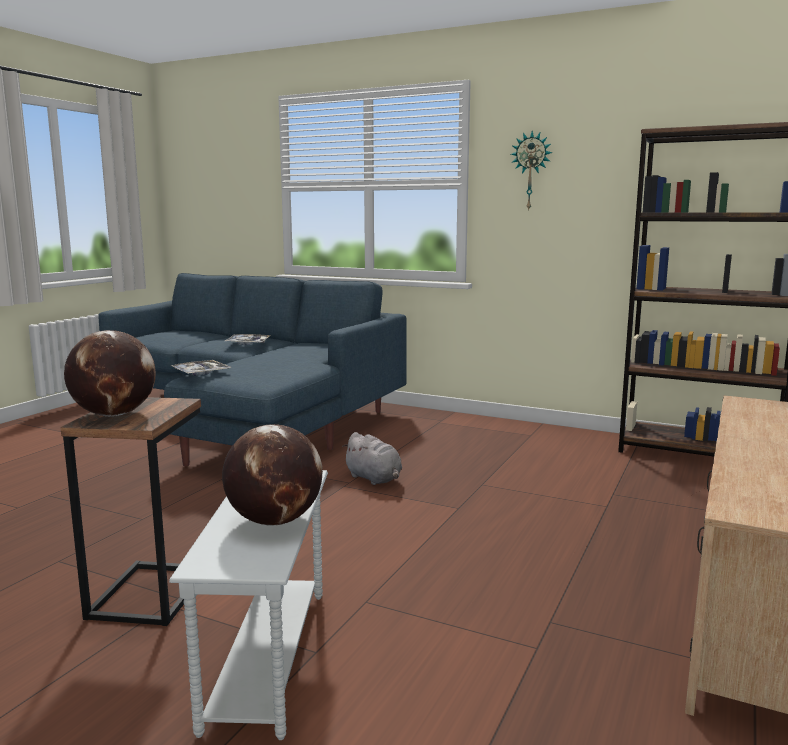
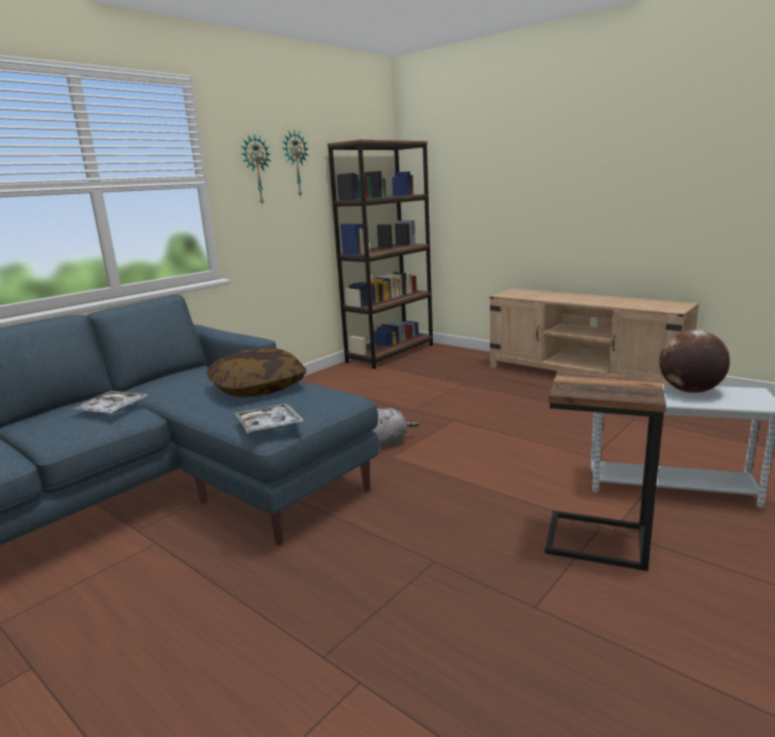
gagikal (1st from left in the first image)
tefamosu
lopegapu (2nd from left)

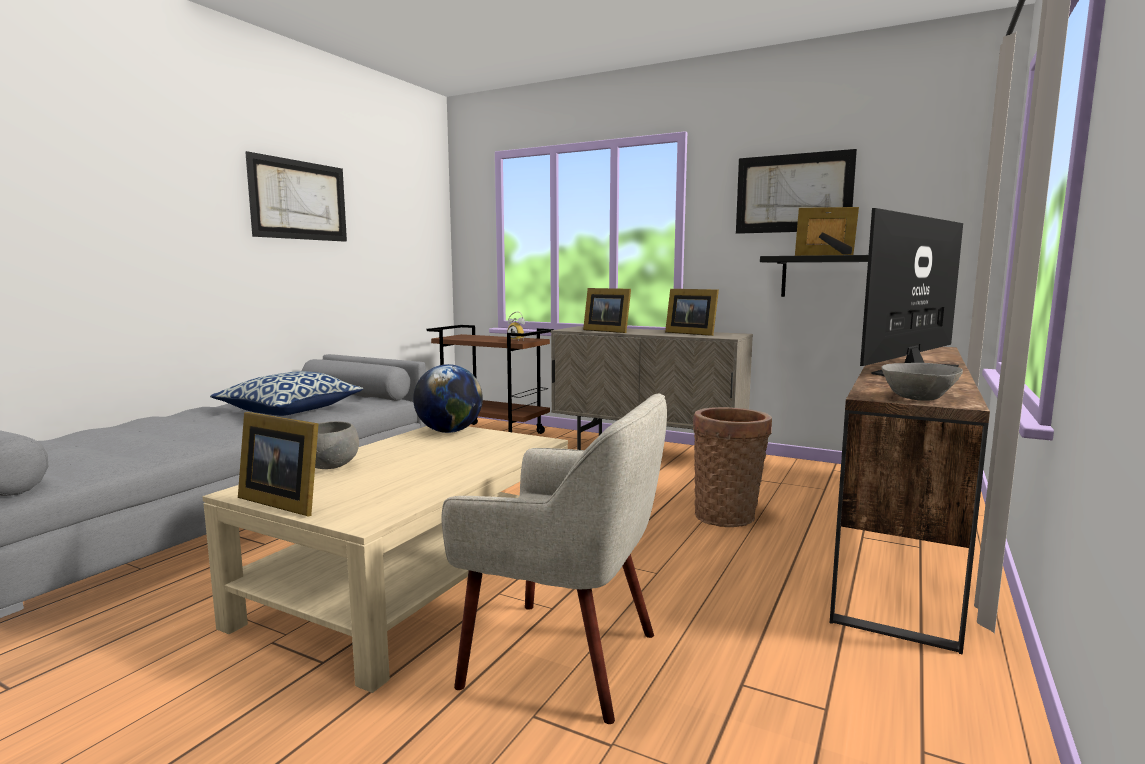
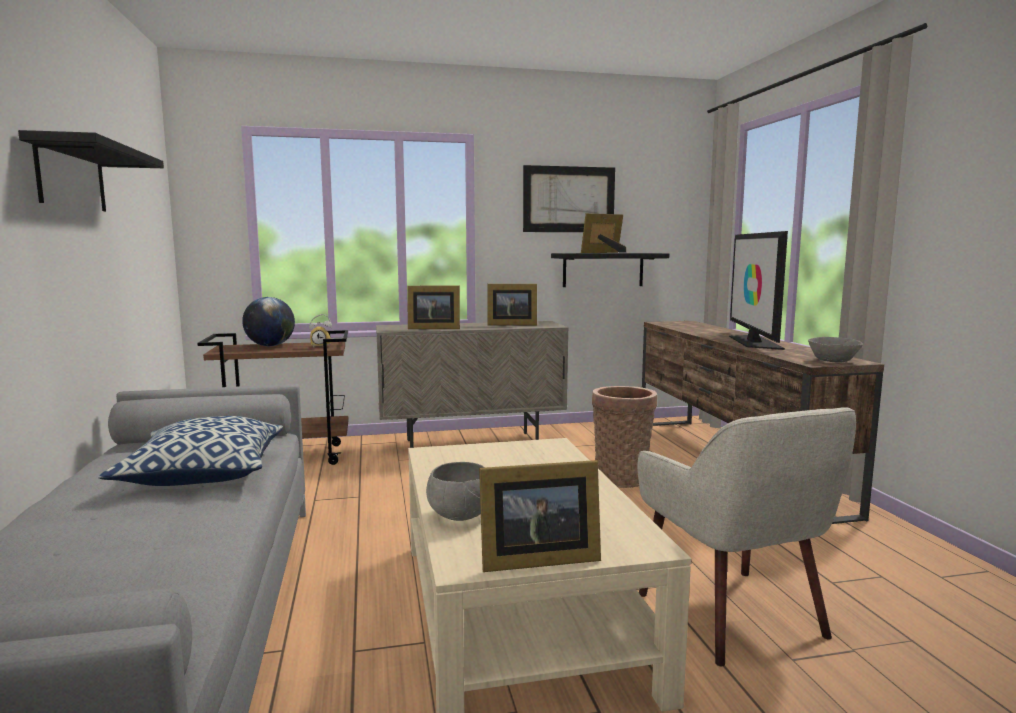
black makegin (1st from left)
gagikal
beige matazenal

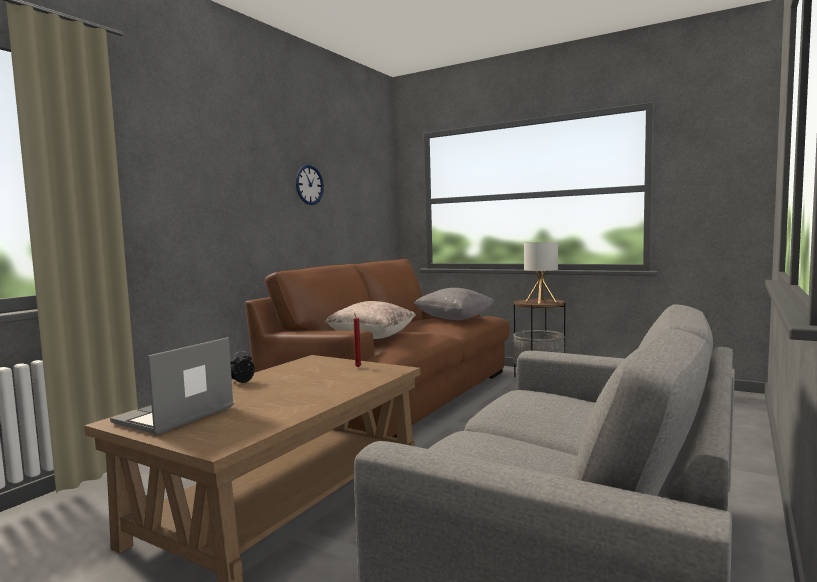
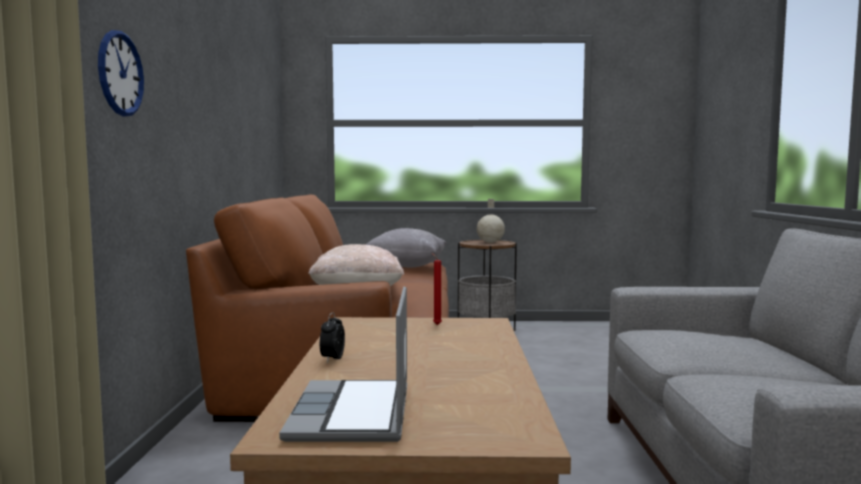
lopegapu
gagikal

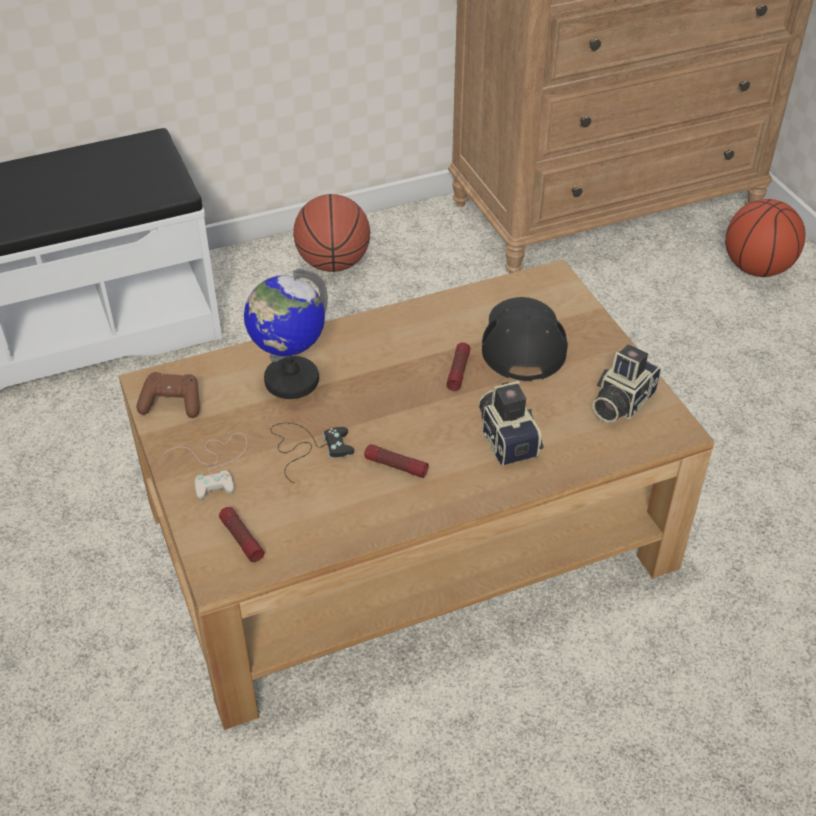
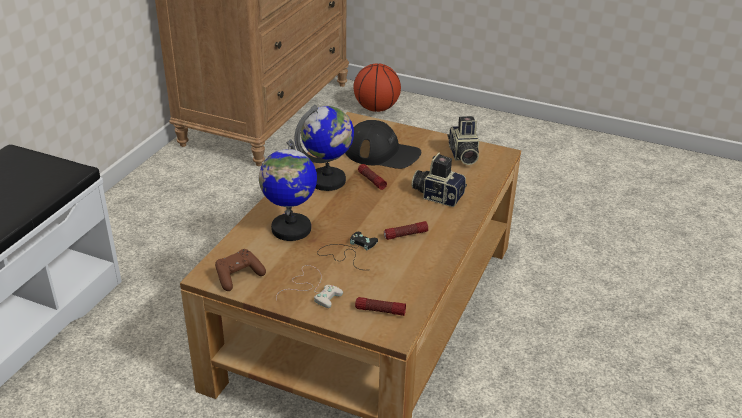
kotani (1st from left in the first image)
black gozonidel
gagikal (2nd from left)

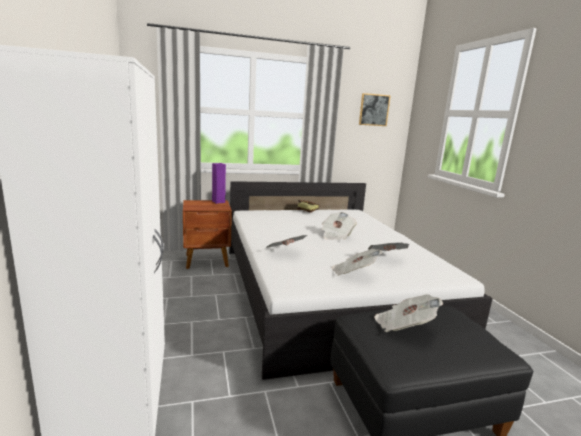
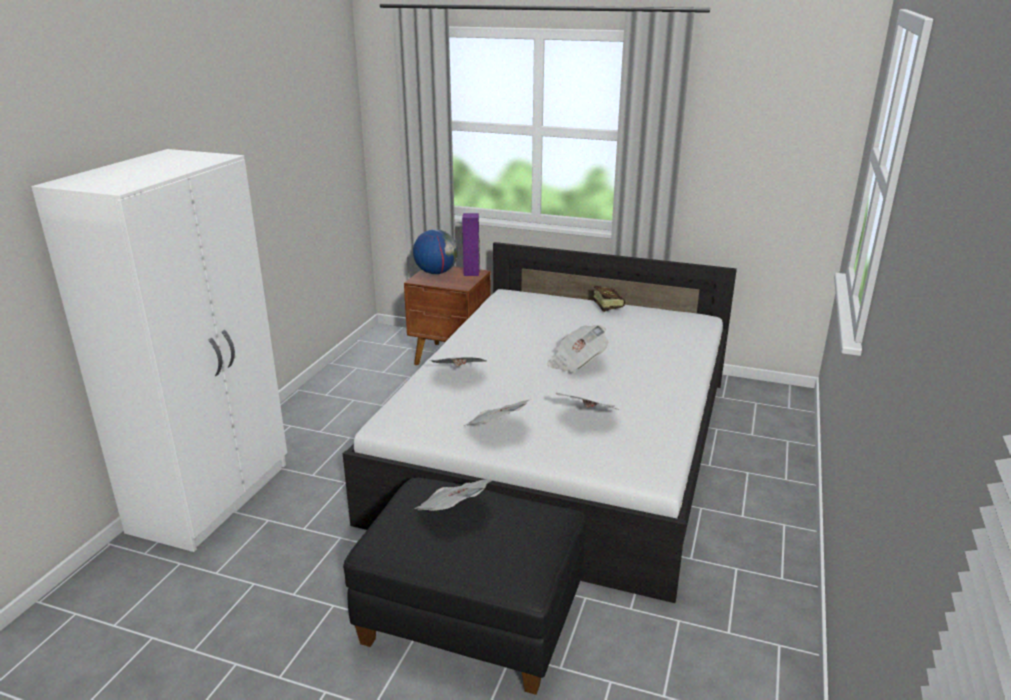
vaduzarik
gagikal

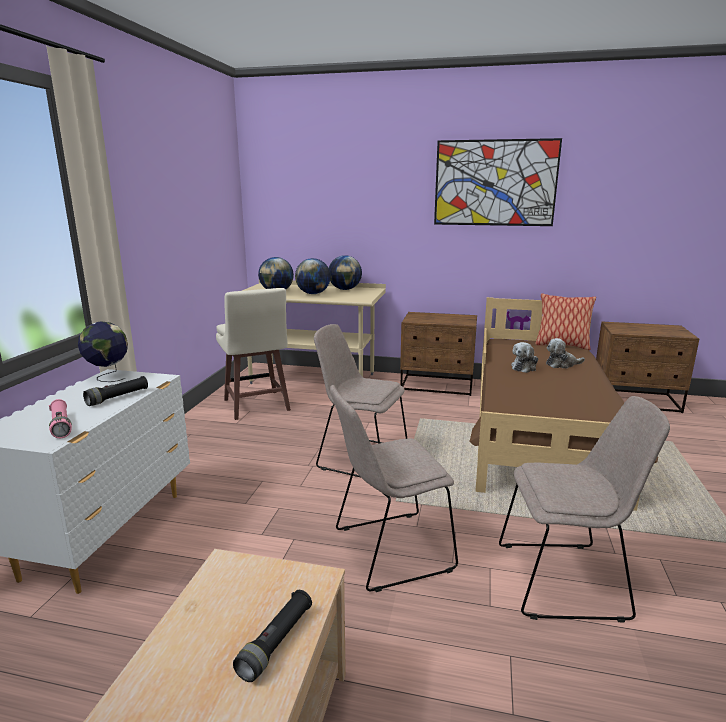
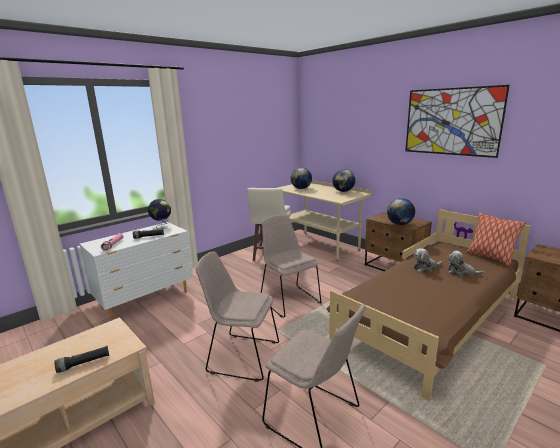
gagikal (4th from left)

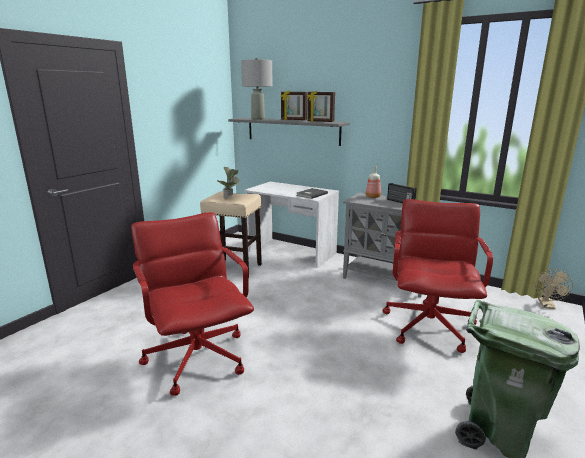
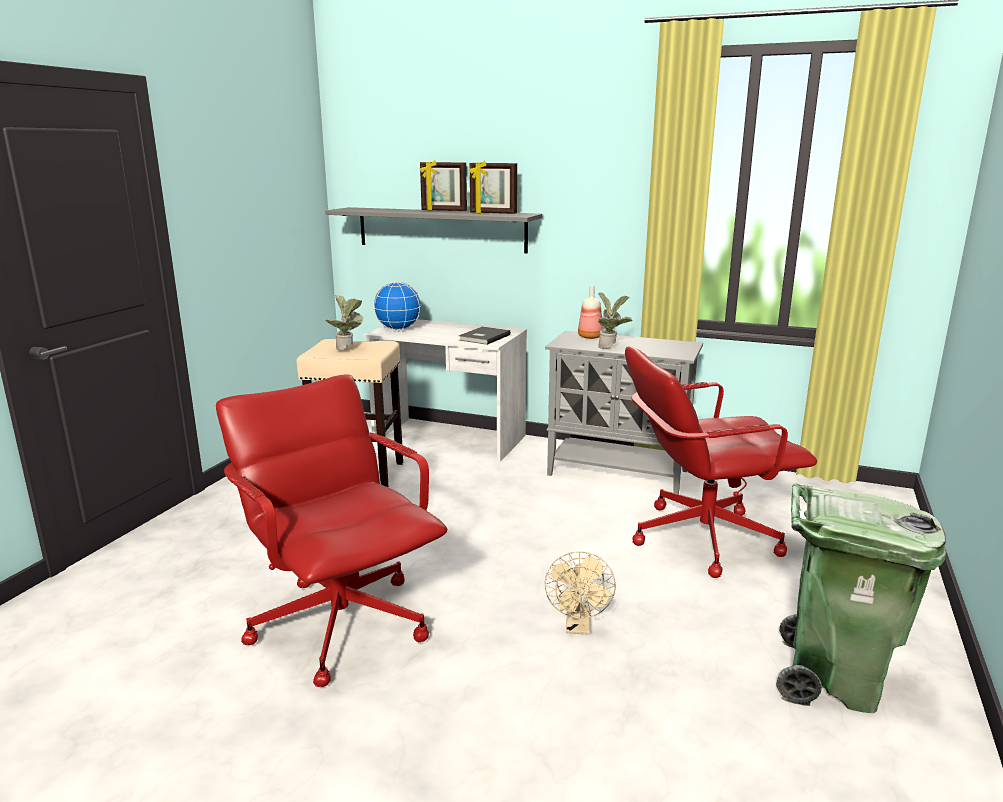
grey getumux
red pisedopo (2nd from left)
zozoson
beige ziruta
gagikal
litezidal (2nd from left)

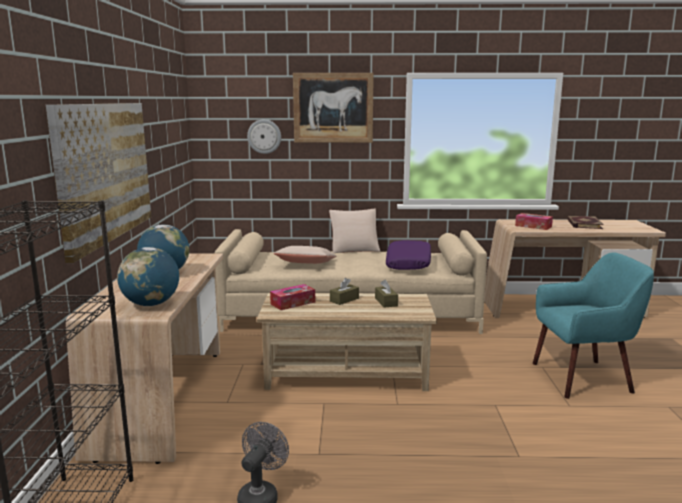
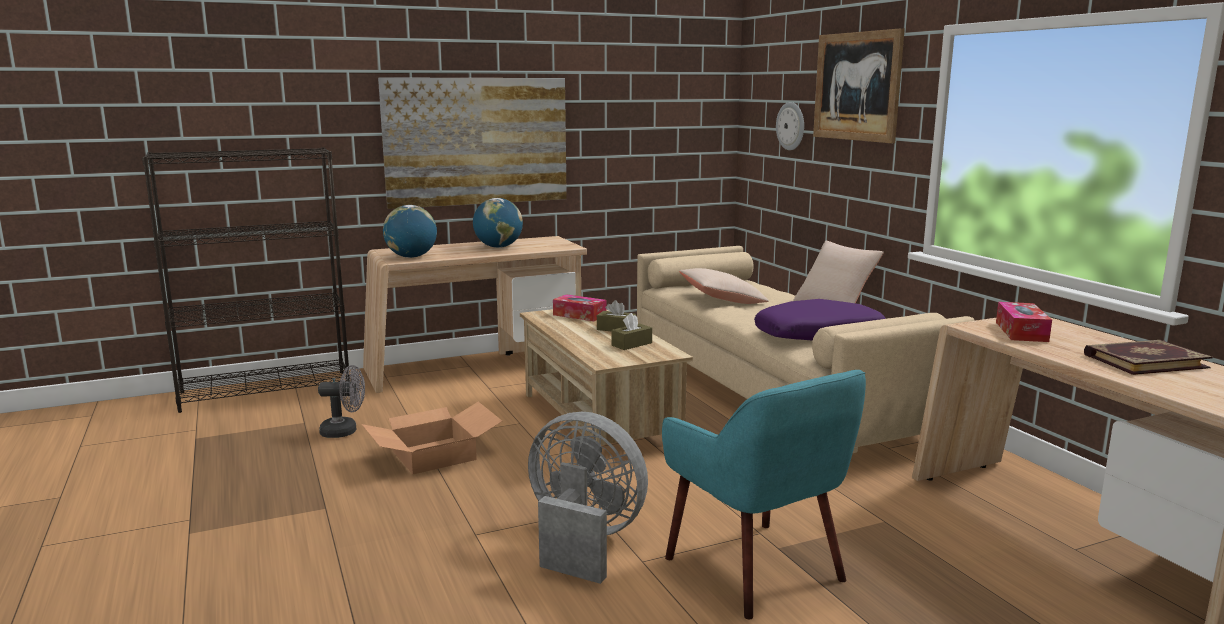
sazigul
grey ziruta (2nd from left)

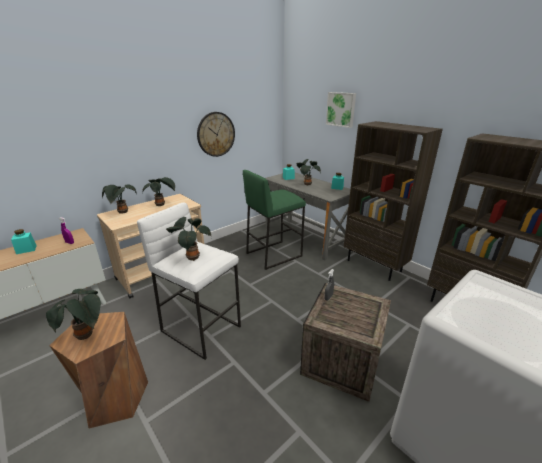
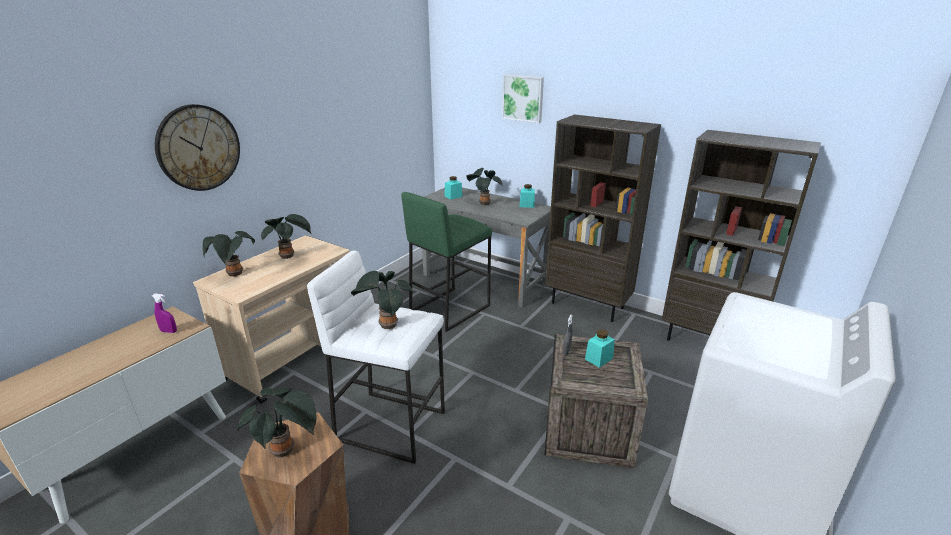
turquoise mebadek (3rd from left)
lopegapu

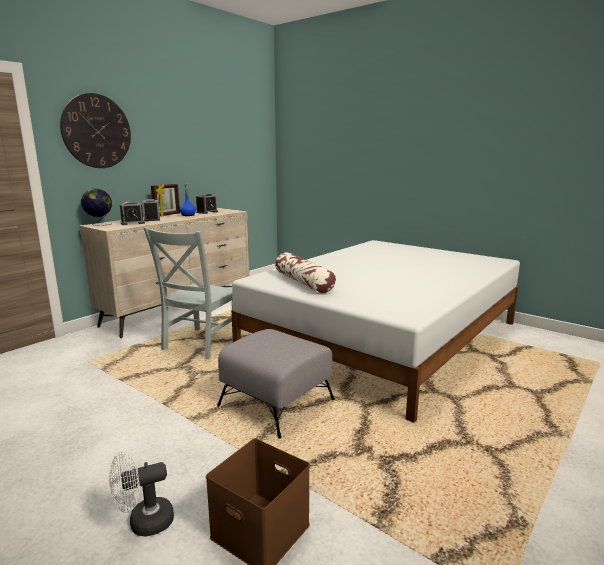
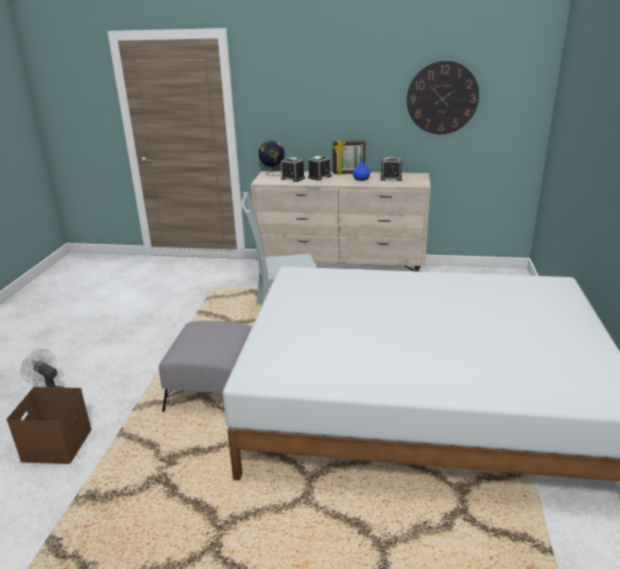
lopegapu
tefamosu

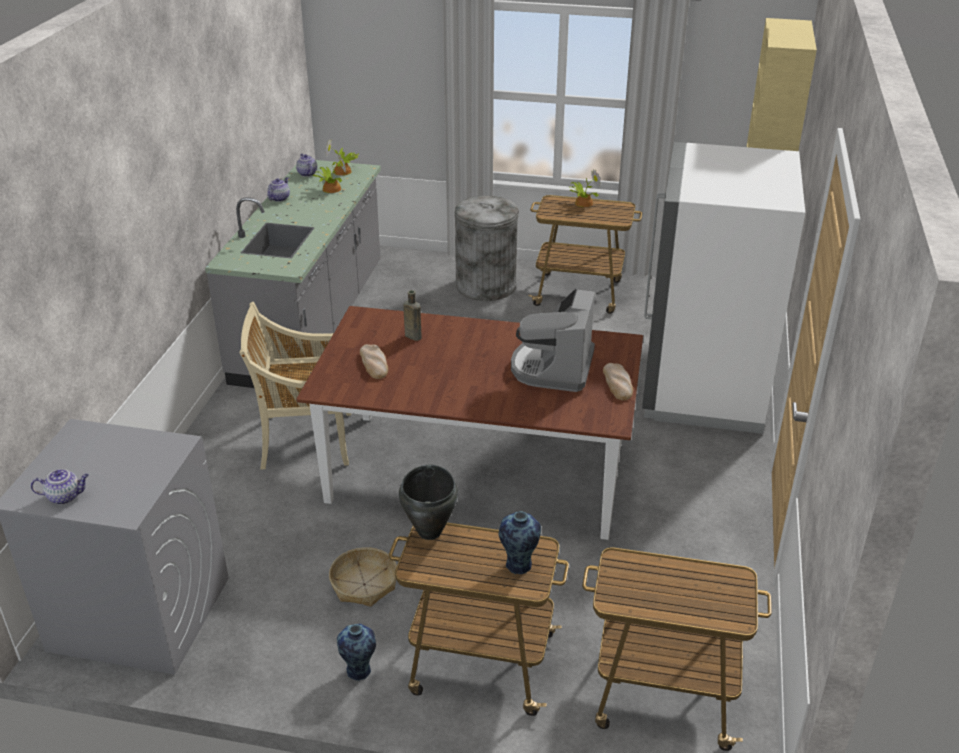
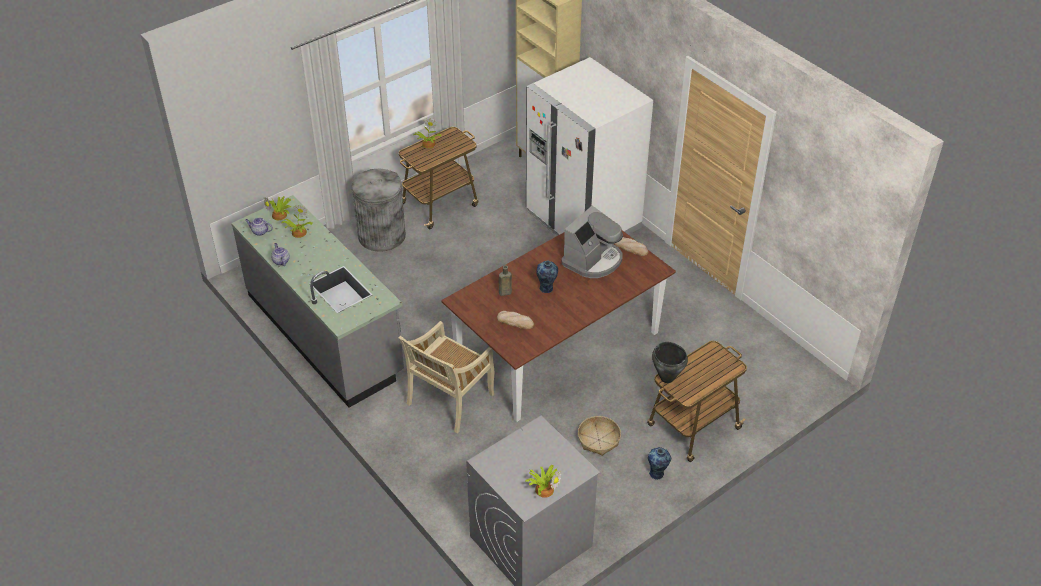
litezidal (4th from left)
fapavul (1st from left)
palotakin
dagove (3rd from left in the first image)

